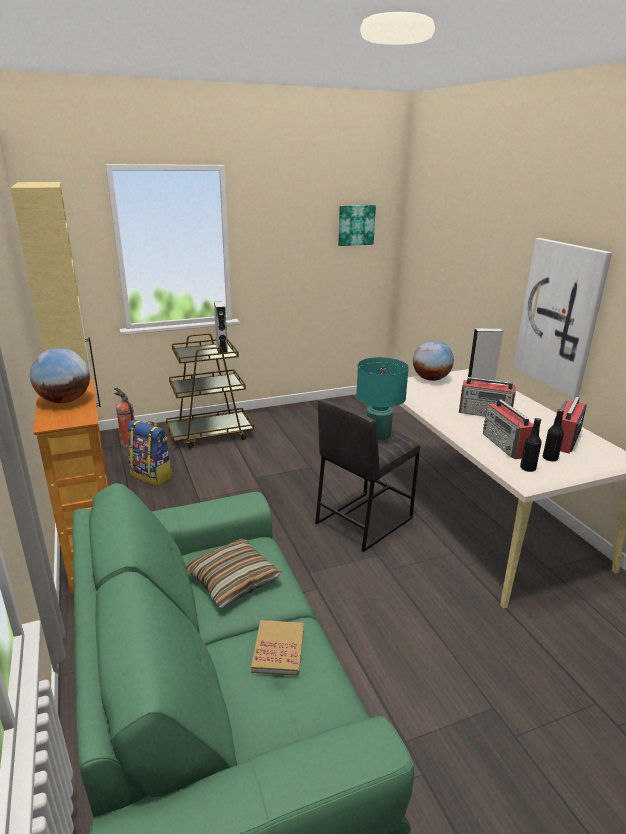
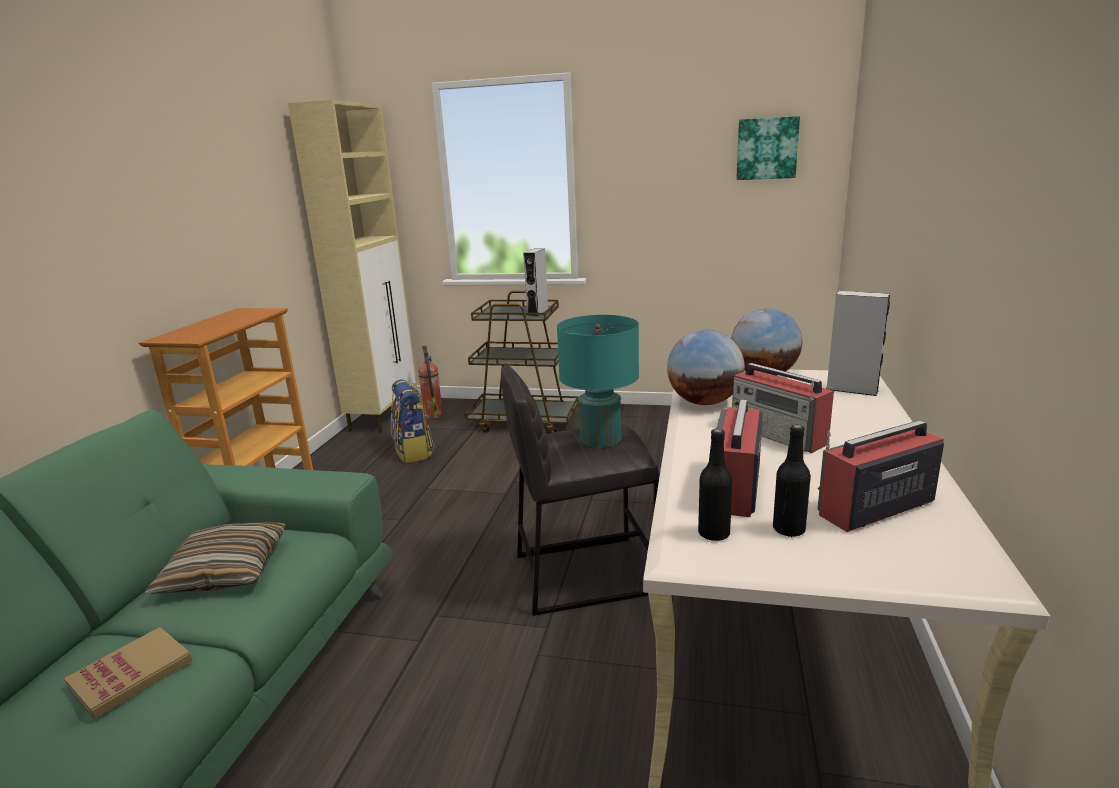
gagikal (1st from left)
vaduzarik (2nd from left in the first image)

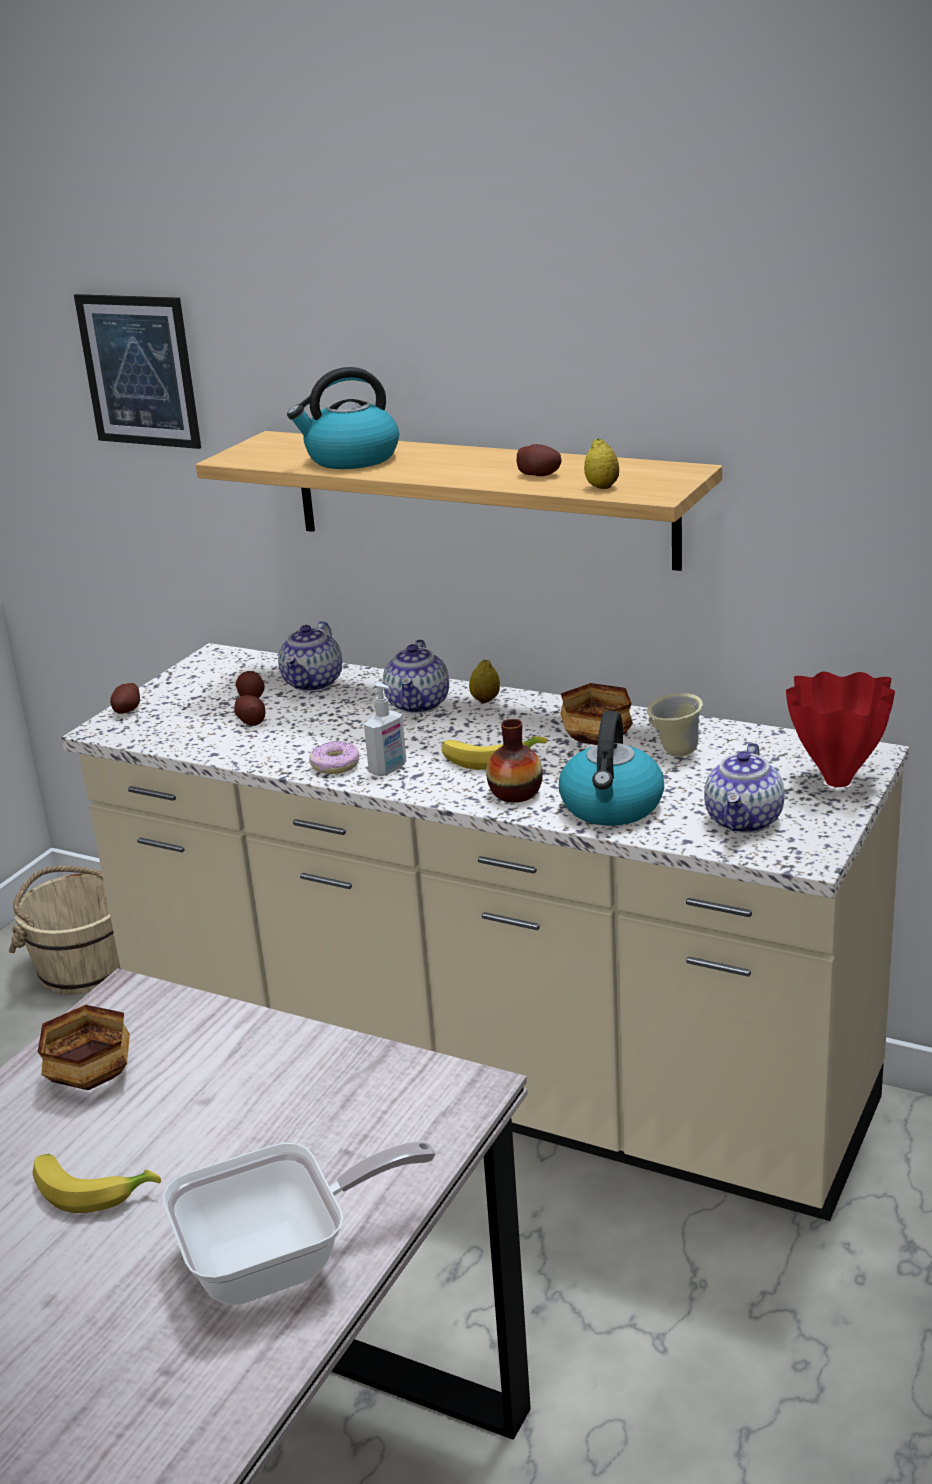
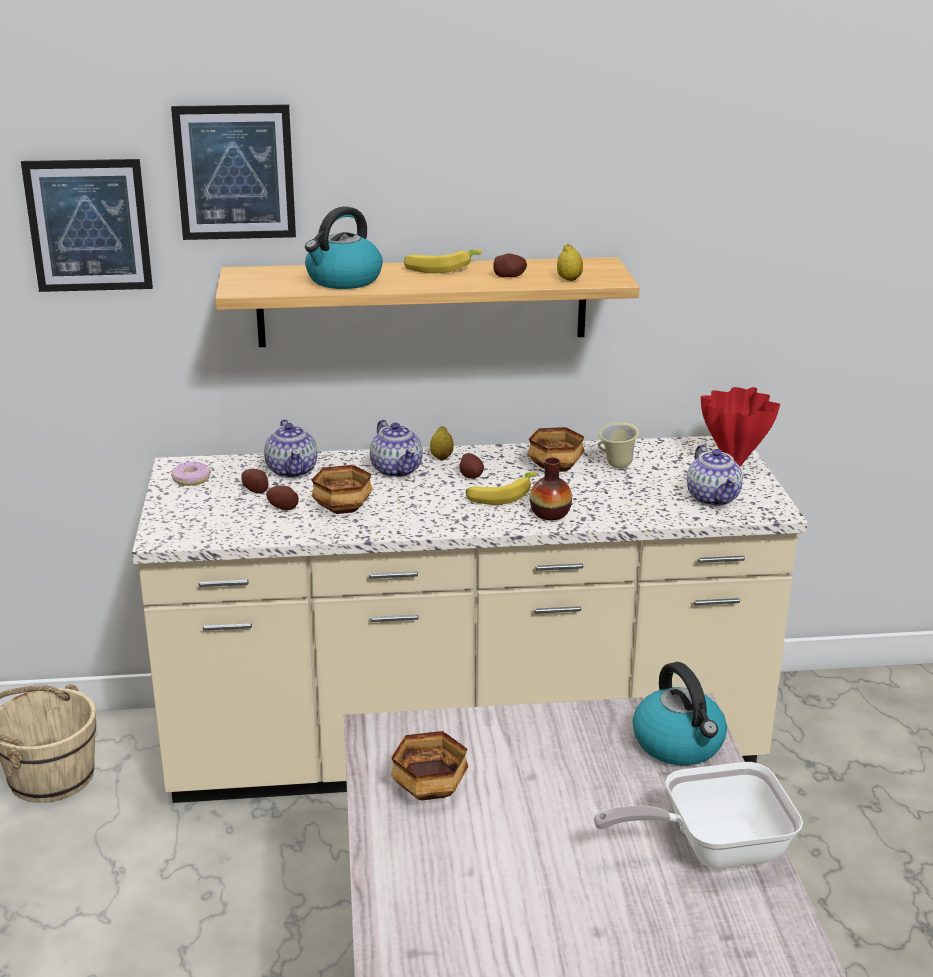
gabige (1st from left)
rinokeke (3rd from left)
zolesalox
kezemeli
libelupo
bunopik (2nd from left)
vaduzarik (2nd from left)
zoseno (1st from left)

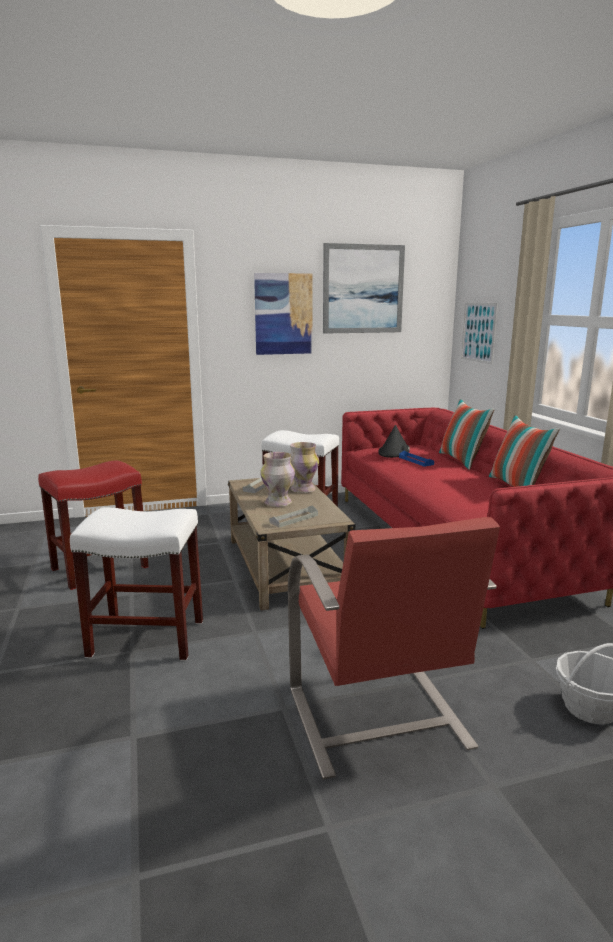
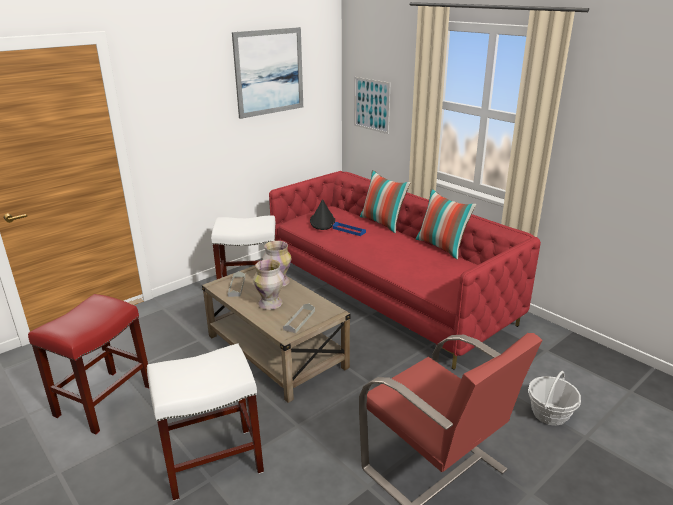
vaduzarik (1st from left in the first image)

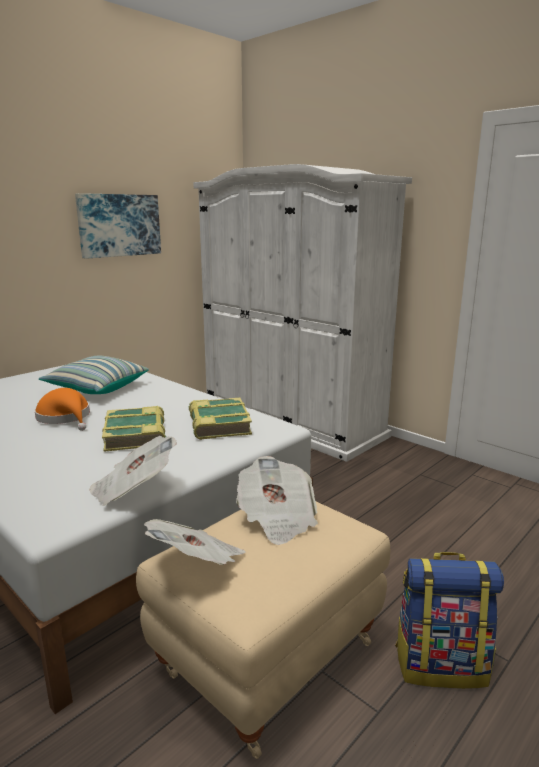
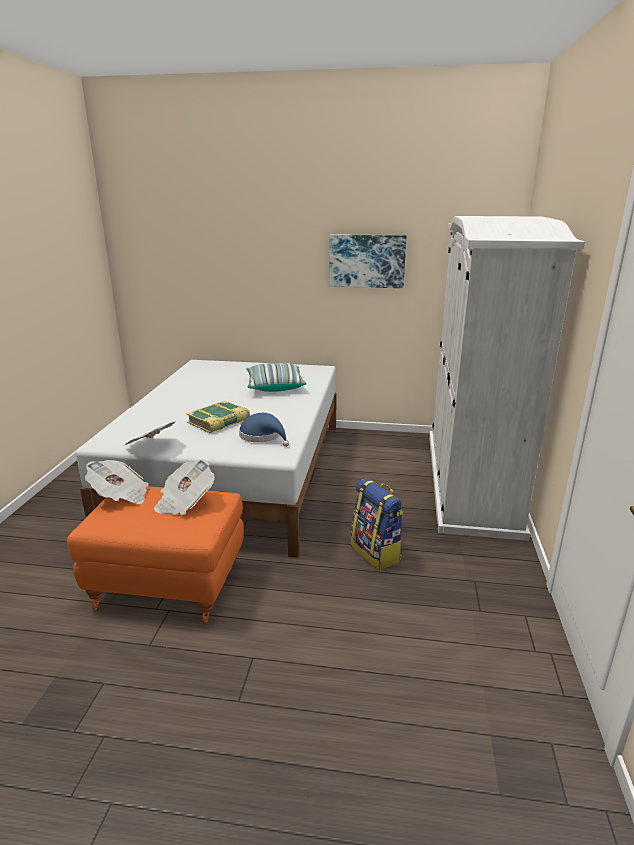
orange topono
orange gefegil
blue topono
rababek

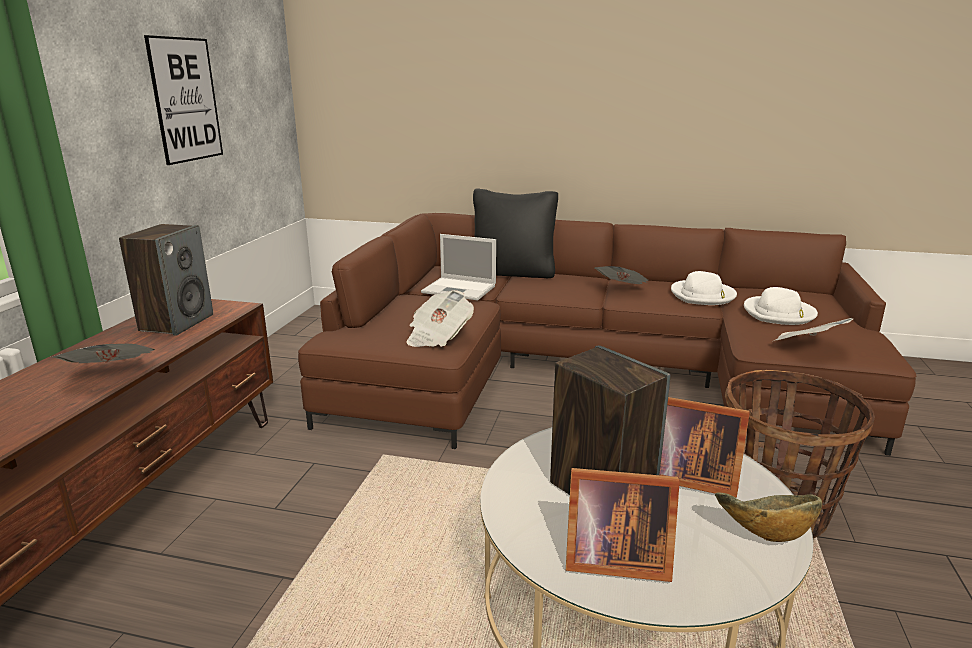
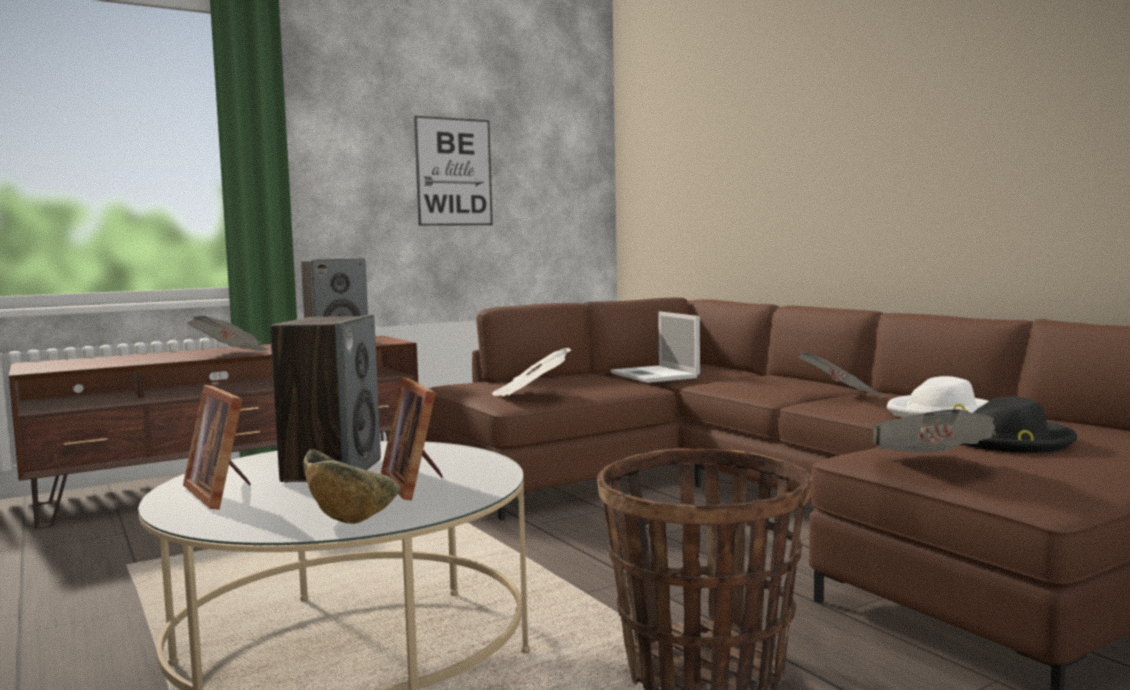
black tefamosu
black topono

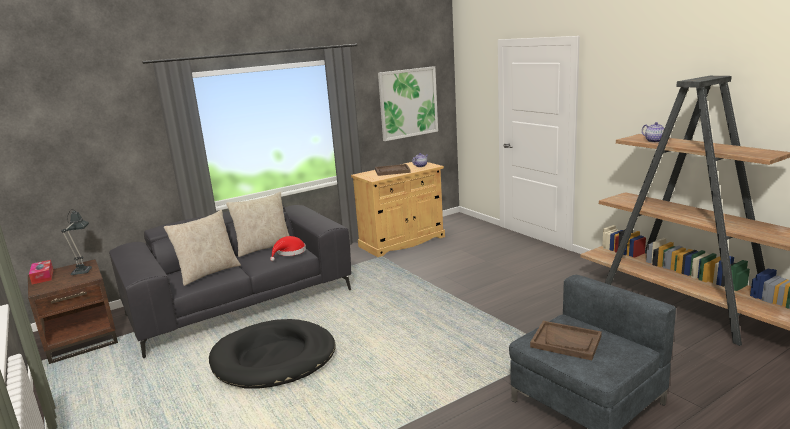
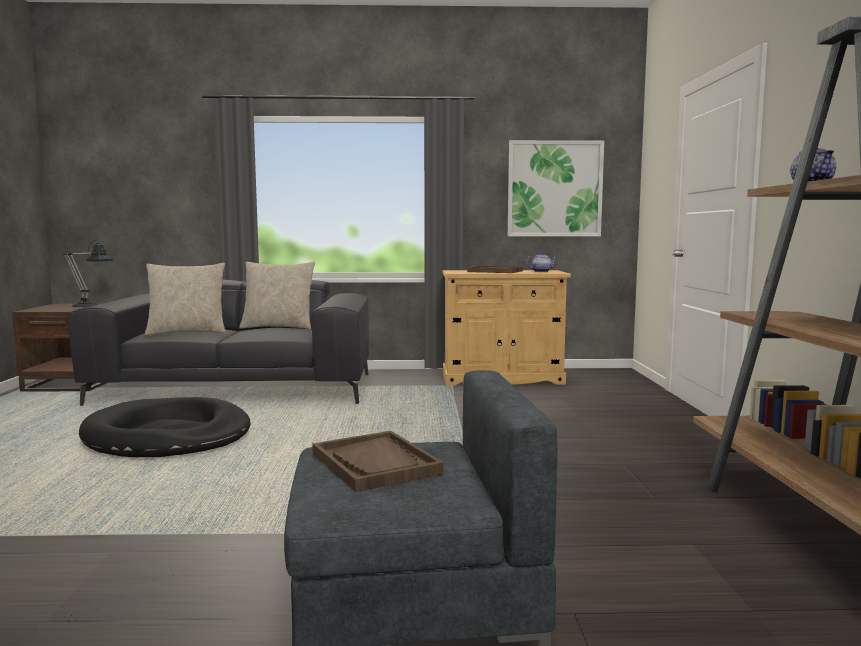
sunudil
red topono

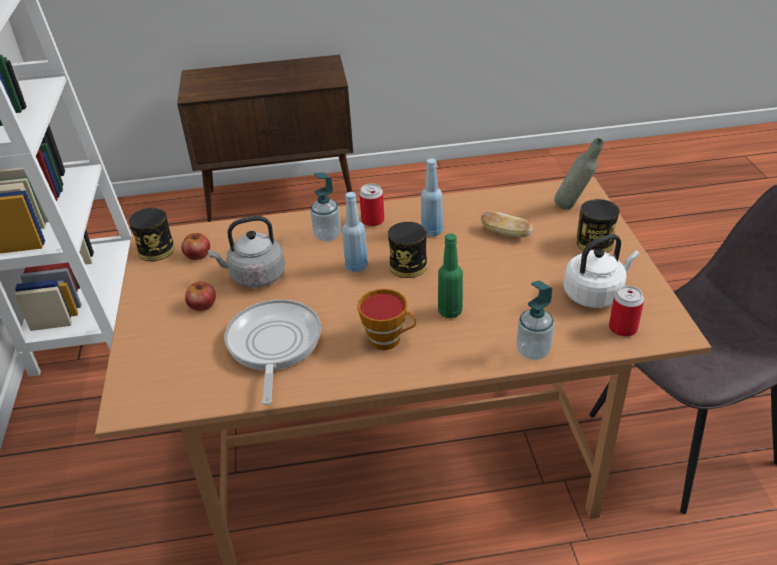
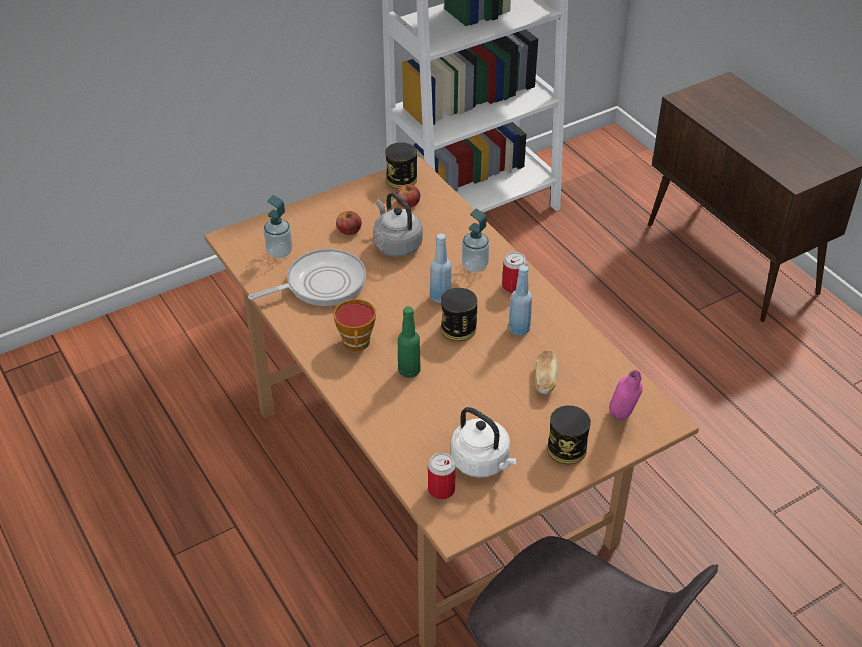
libelupo (1st from left)
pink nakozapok

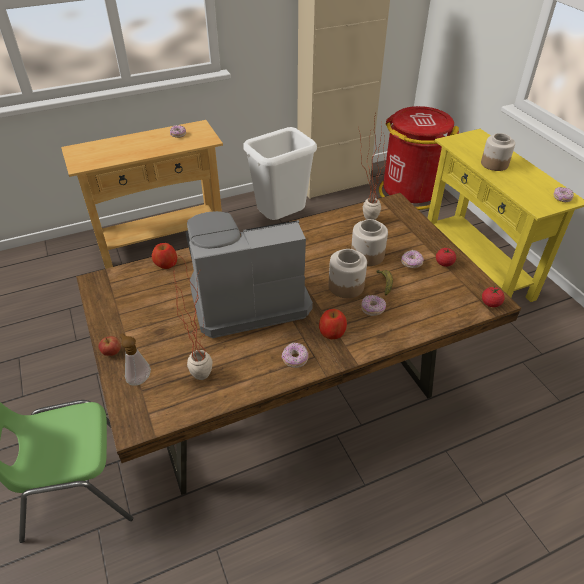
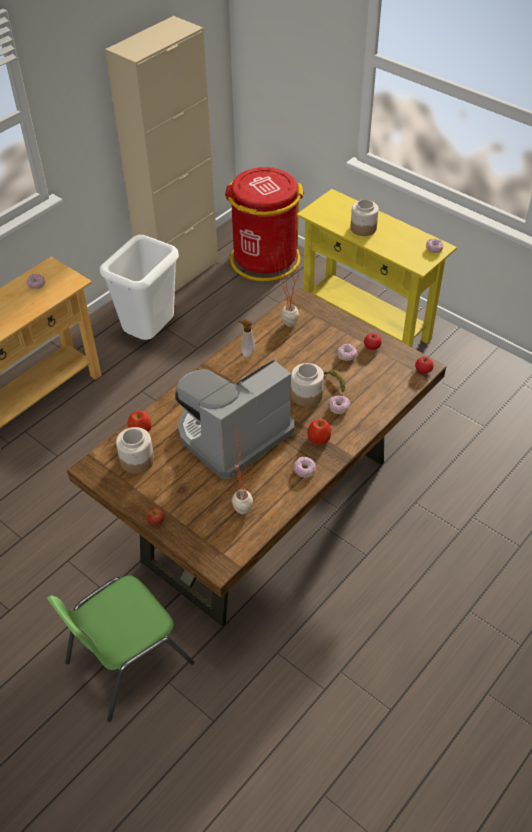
libelupo
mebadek (1st from left)

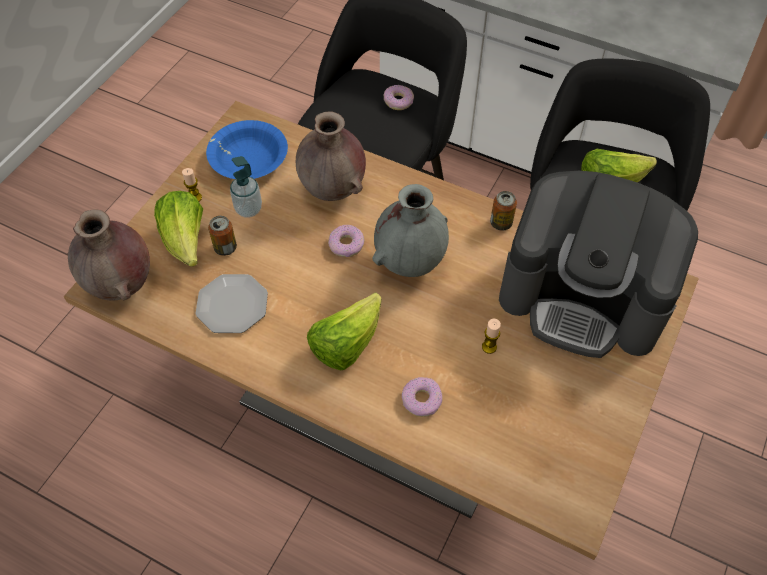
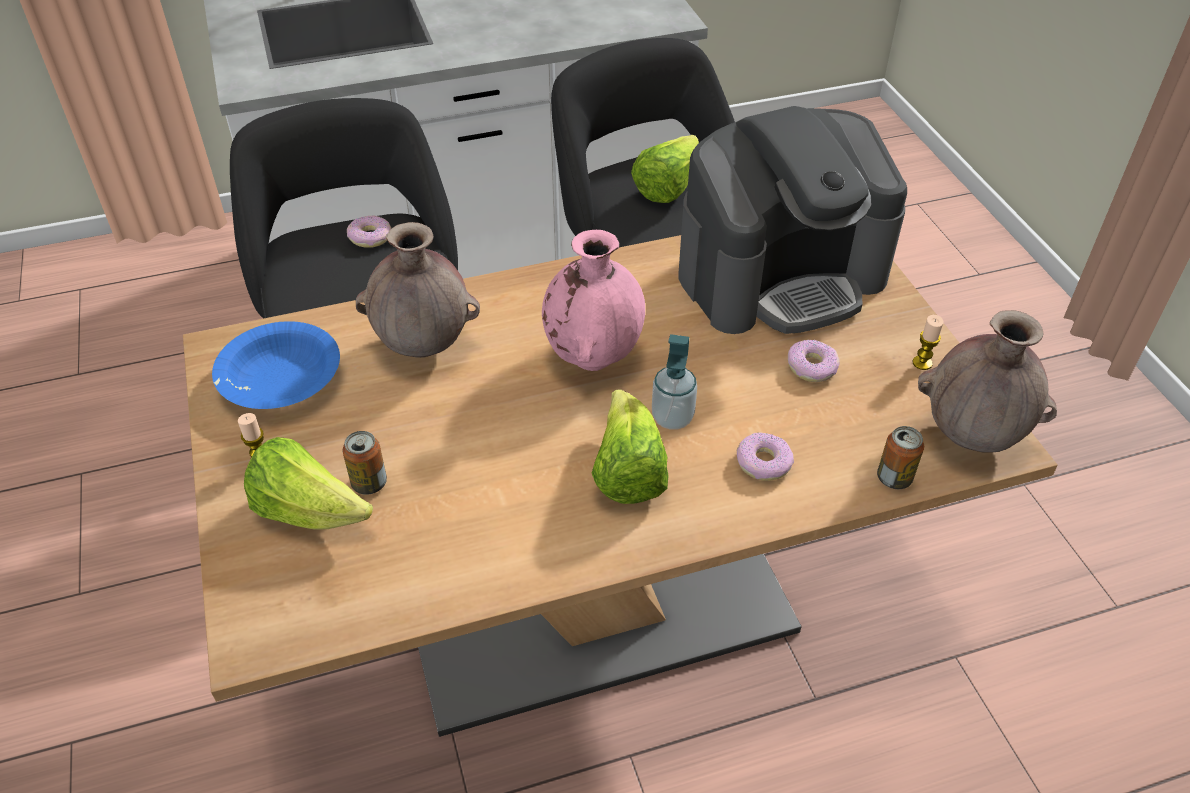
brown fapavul (2nd from left)
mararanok
libelupo
kezemeli (3rd from left)
pink fapavul
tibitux (2nd from left)
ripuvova (2nd from left)

